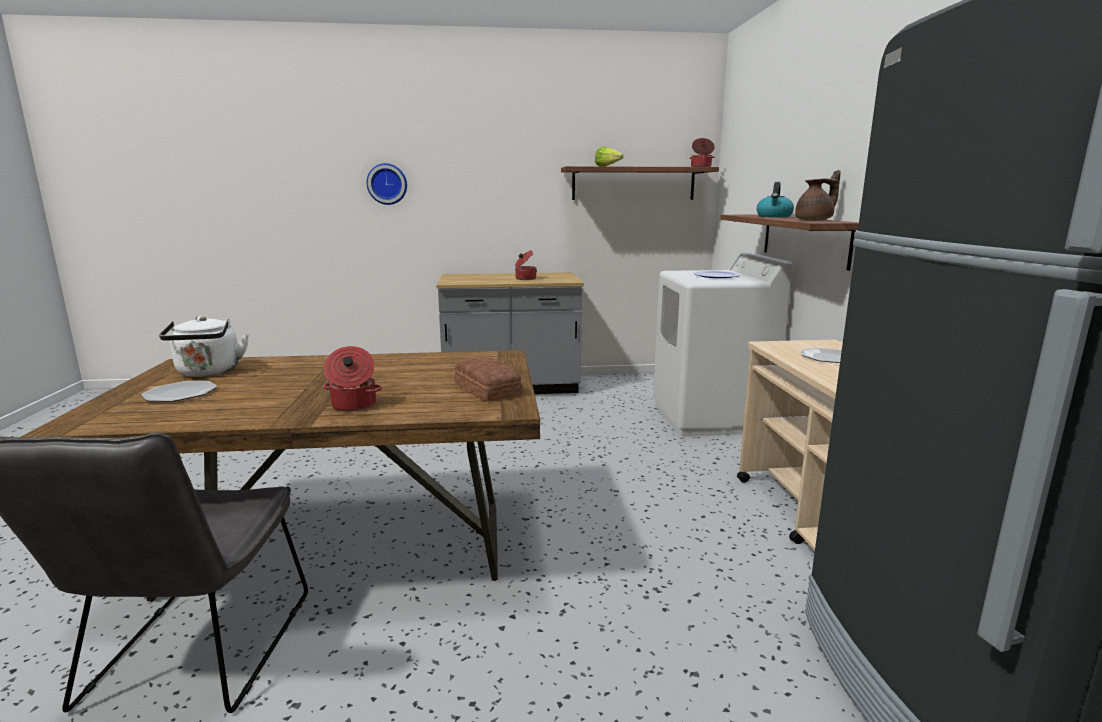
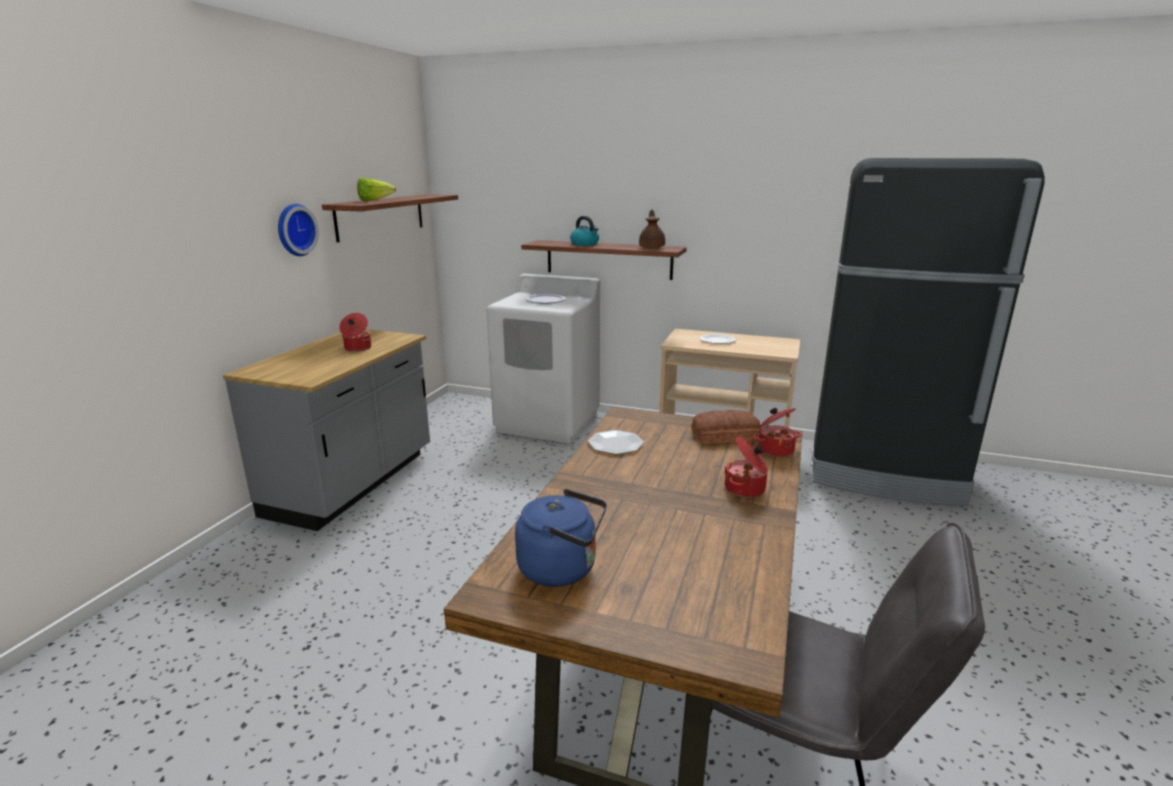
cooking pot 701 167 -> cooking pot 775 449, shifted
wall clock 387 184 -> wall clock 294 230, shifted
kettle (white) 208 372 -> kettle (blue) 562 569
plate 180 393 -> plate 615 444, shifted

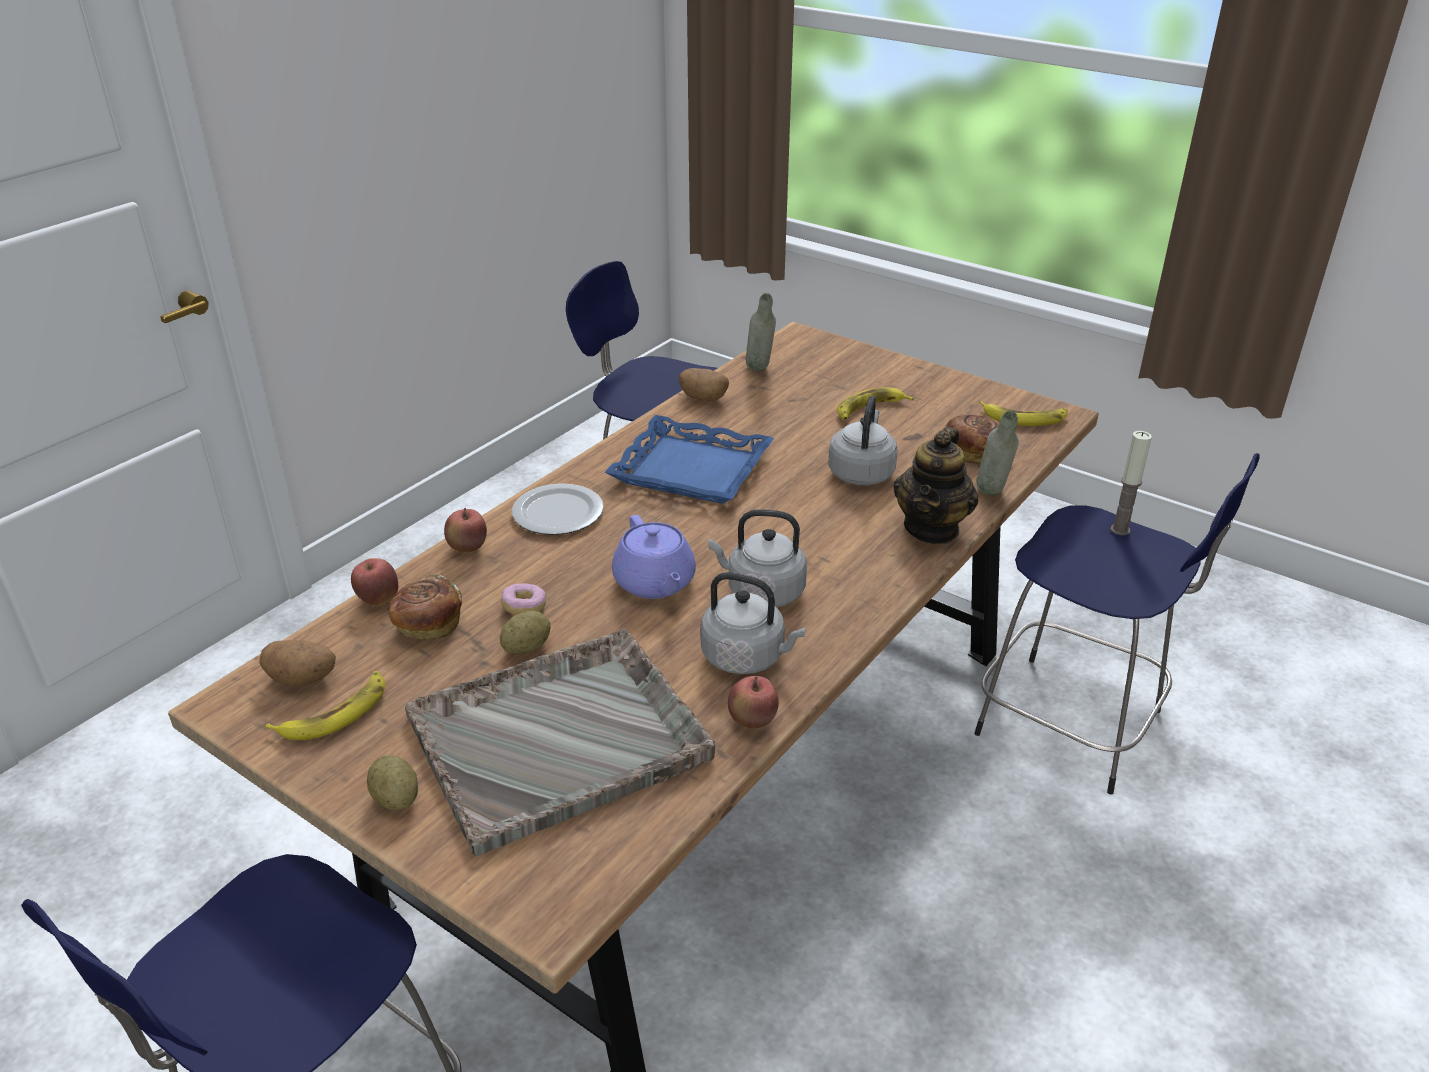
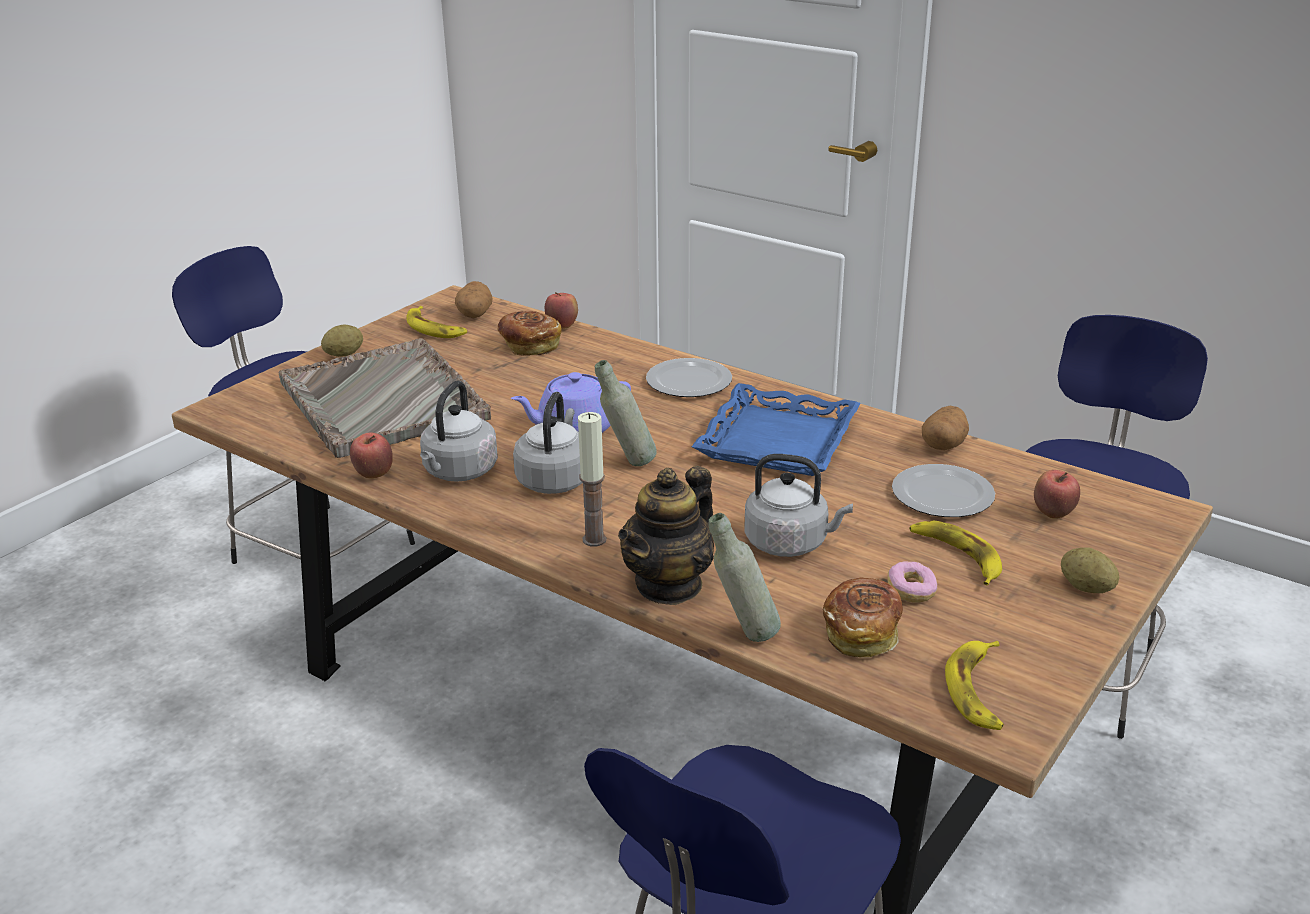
bottle (grey) 760 372 -> bottle (grey) 627 464, shifted
teapot 932 528 -> teapot 669 585, 75 degrees counterclockwise
candle 1120 530 -> candle 594 540, shifted
apple 468 549 -> apple 1052 514, shifted
donut 524 607 -> donut 911 591, shifted
potato 527 648 -> potato 1086 588, shifted
none -> plate 941 496

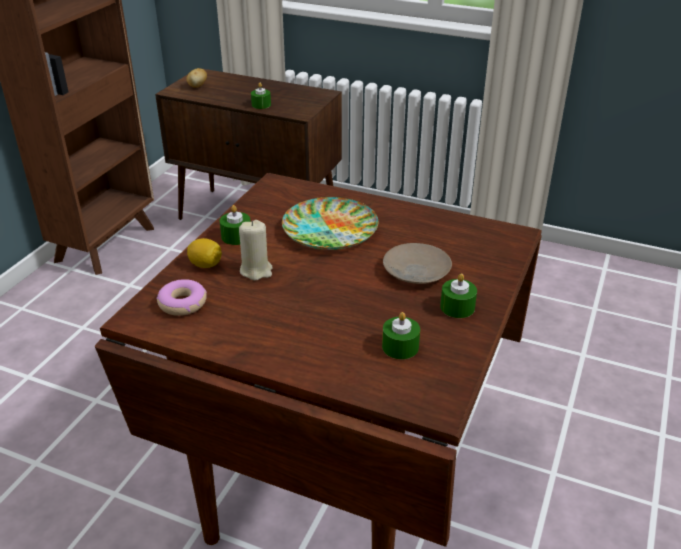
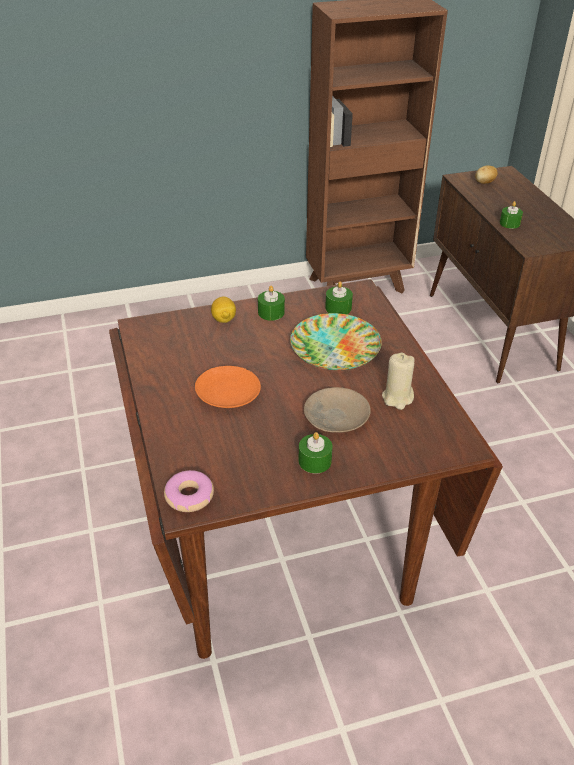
candle (beige) 256 270 -> candle (beige) 397 398, shifted
donut 183 303 -> donut 189 496, shifted
candle (green) 400 347 -> candle (green) 338 308, shifted
none -> plate (orange) 227 393

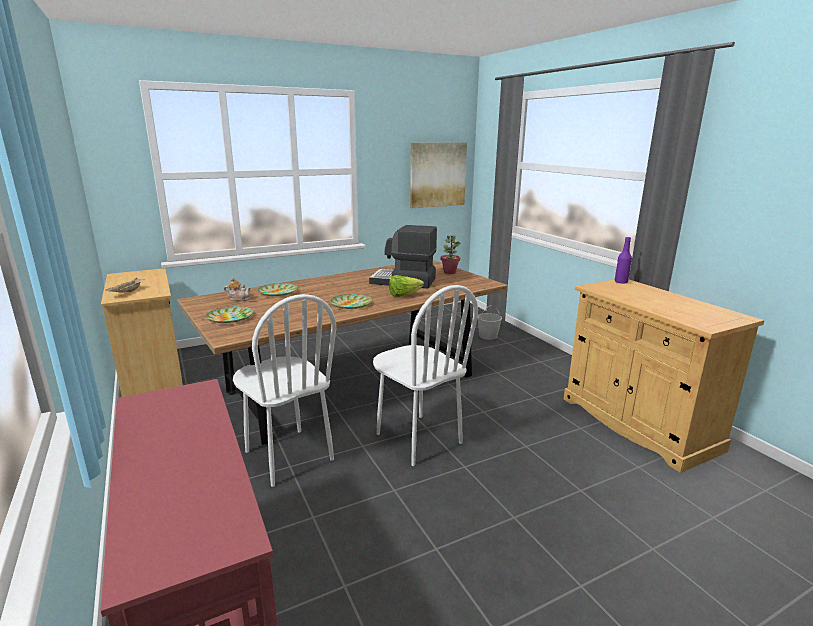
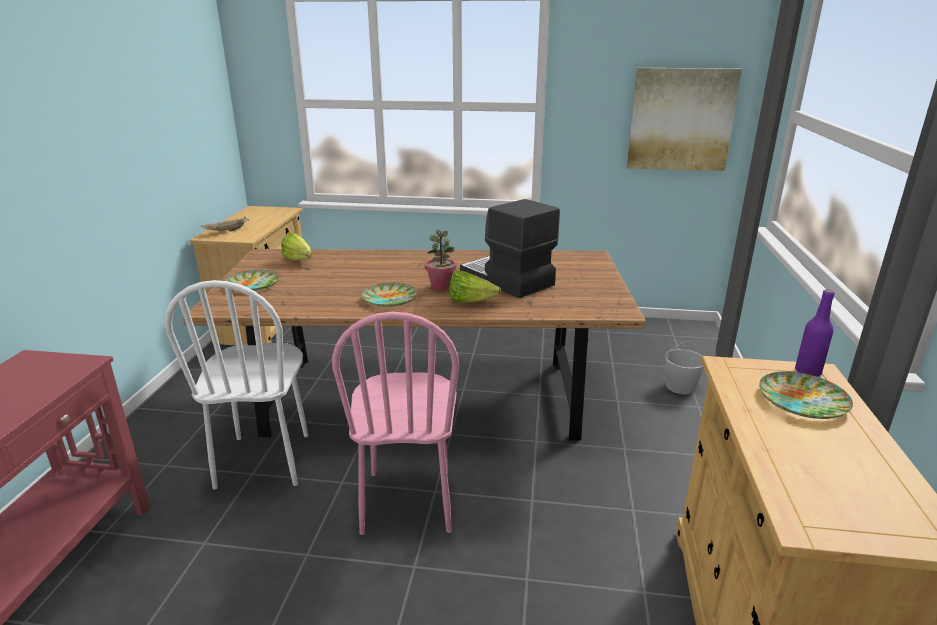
potted plant 449 272 -> potted plant 441 287, shifted
teapot 239 298 -> lettuce 300 261
plate 278 292 -> plate 803 401, shifted
chair (white) 418 439 -> chair (pink) 408 501

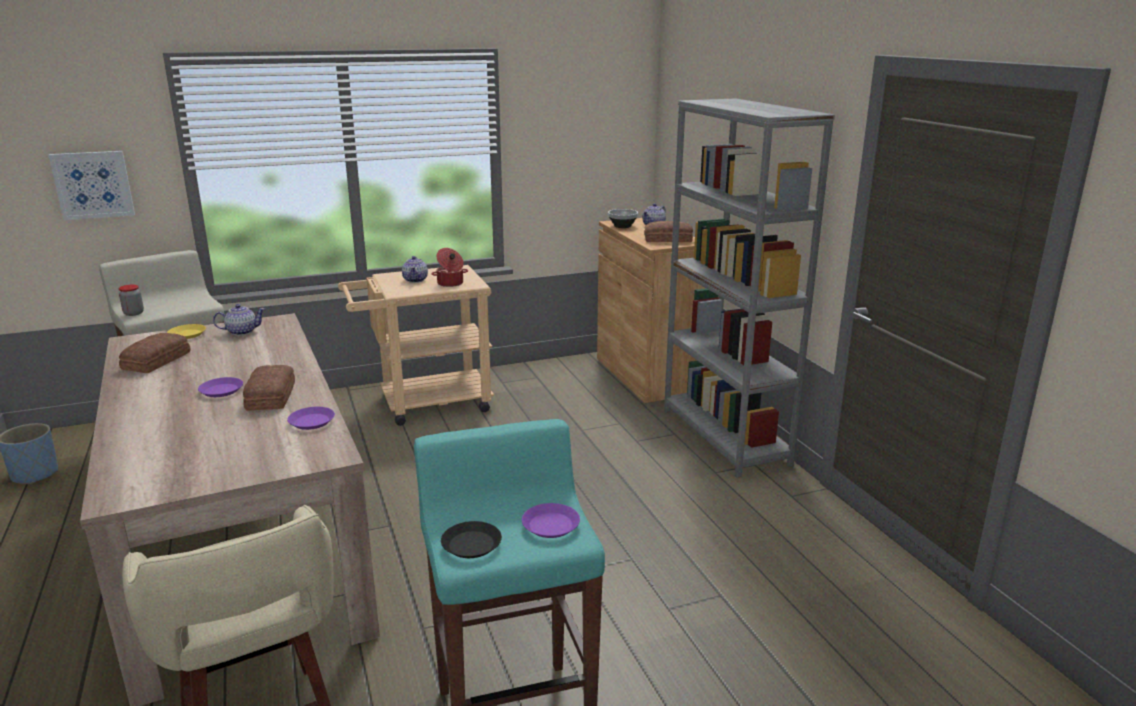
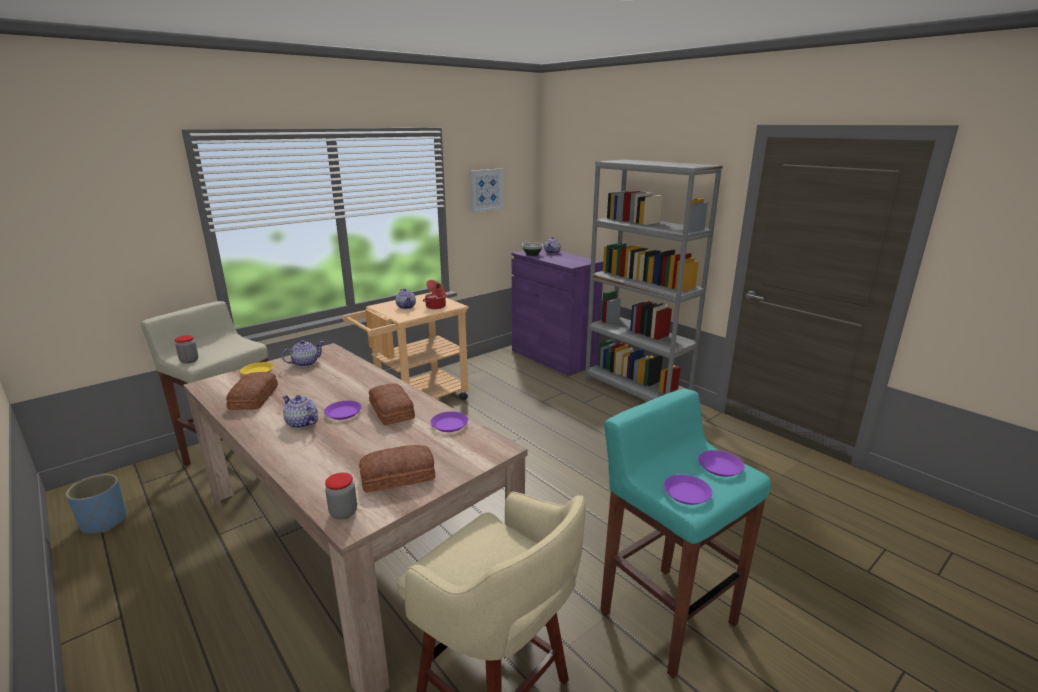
picture 93 185 -> picture 486 190, shifted
cabinet (brown) 646 375 -> cabinet (purple) 553 357
bread 668 239 -> bread 399 476, shifted
plate (black) 471 544 -> plate (purple) 686 493
none -> teapot 302 423
none -> jar 343 512

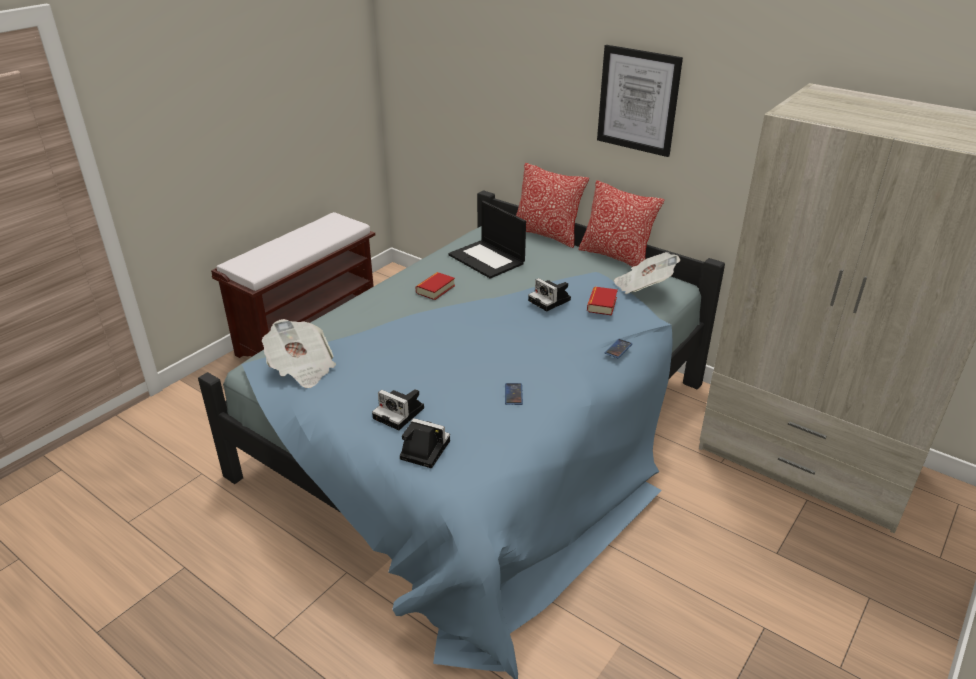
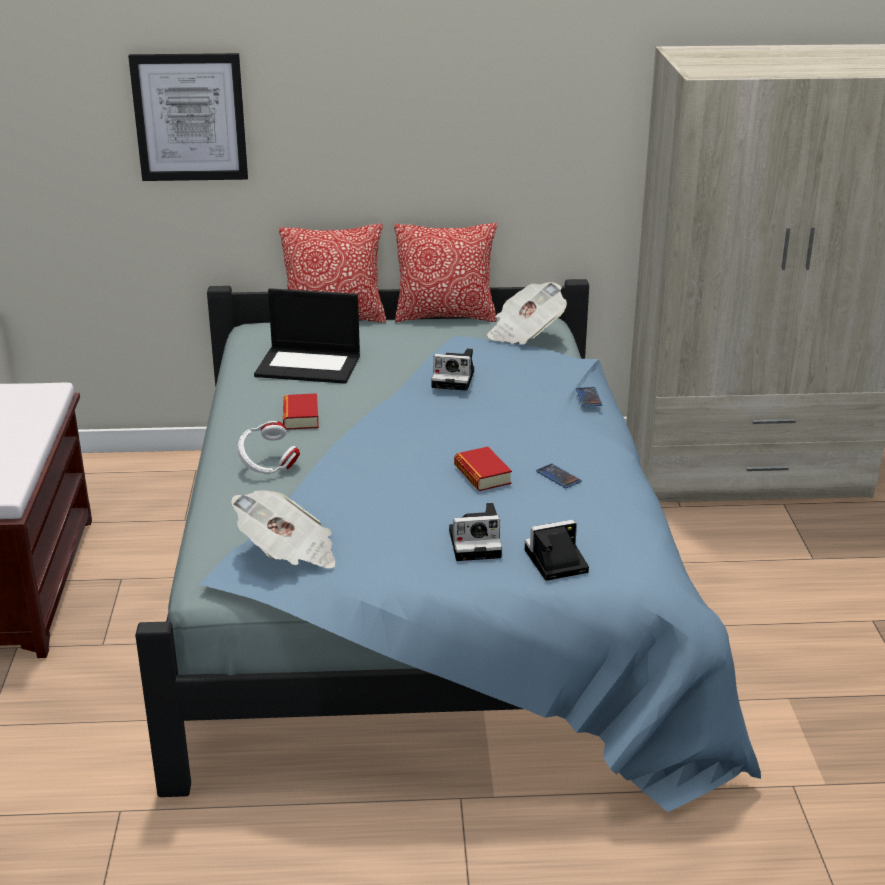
picture 638 100 -> picture 190 117, shifted
book 601 304 -> book 482 475, shifted
none -> headphones (white) 268 467

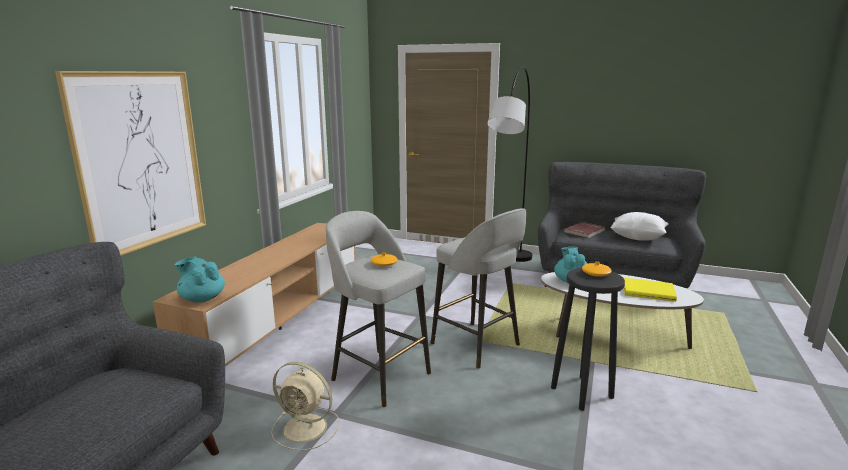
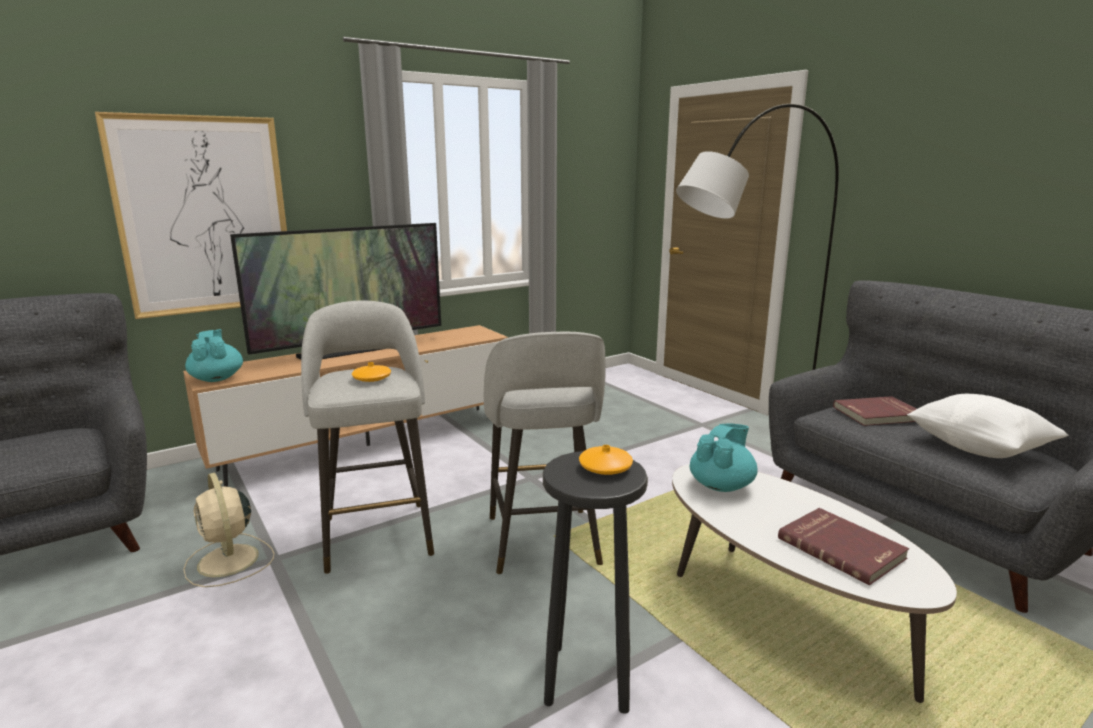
book (yellow) 648 291 -> book (red) 842 547
none -> television 352 351

